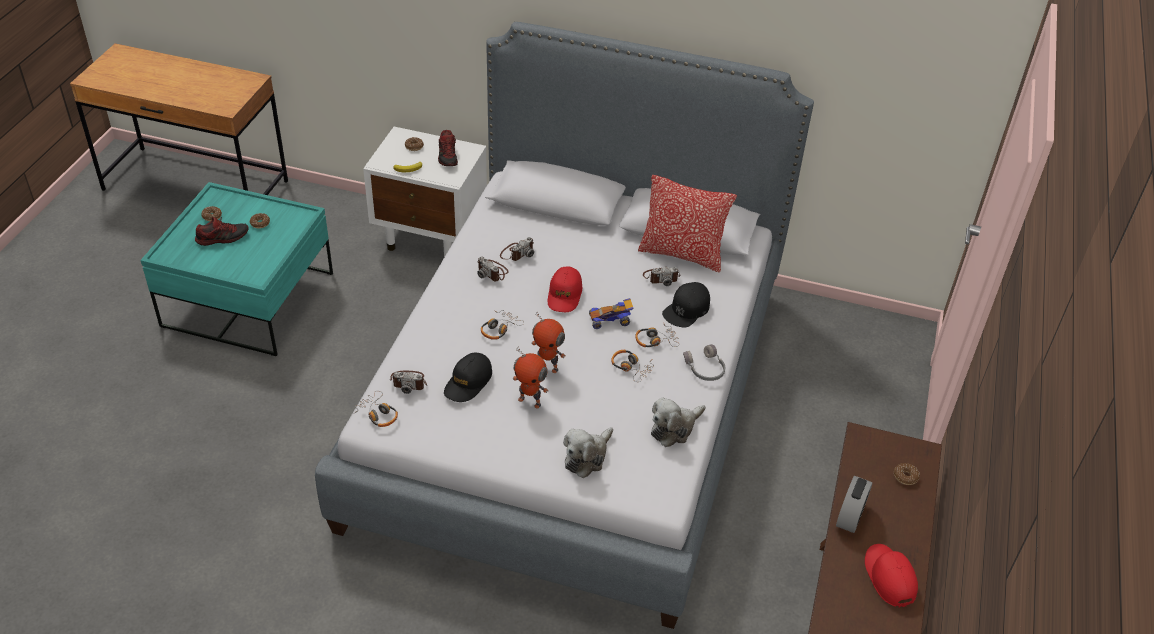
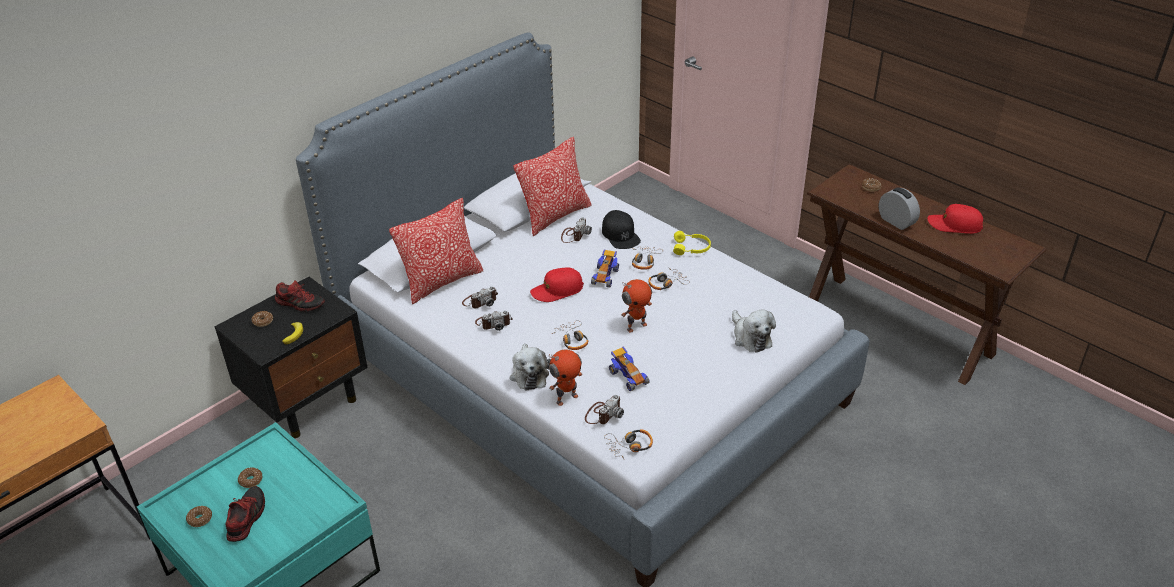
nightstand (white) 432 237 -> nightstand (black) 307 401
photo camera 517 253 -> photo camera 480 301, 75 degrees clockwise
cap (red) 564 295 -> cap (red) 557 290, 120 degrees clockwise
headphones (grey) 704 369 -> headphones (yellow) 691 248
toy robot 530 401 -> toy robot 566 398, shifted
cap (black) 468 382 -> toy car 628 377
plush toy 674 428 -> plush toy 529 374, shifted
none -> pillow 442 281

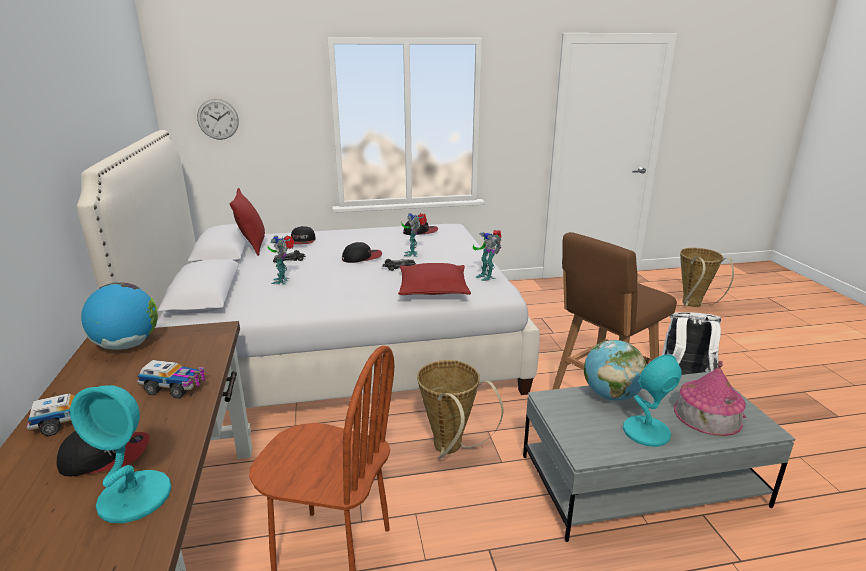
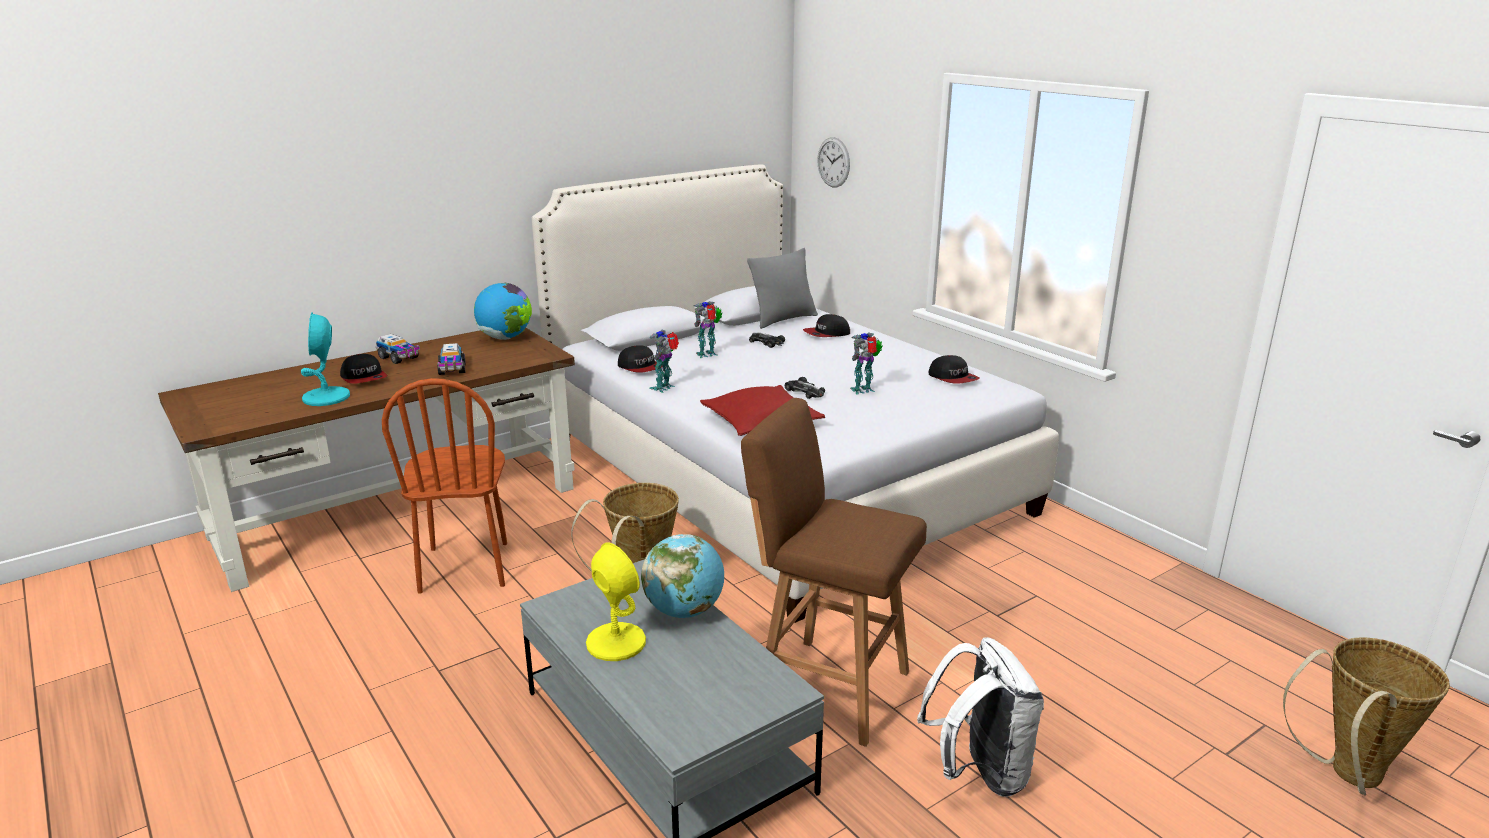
pillow (red) 252 246 -> pillow (grey) 783 319
toy robot 486 276 -> toy robot 664 388, shifted
cap 362 257 -> cap 641 367, shifted
table lamp (turquoise) 646 432 -> table lamp (yellow) 615 643
toy house 707 415 -> none

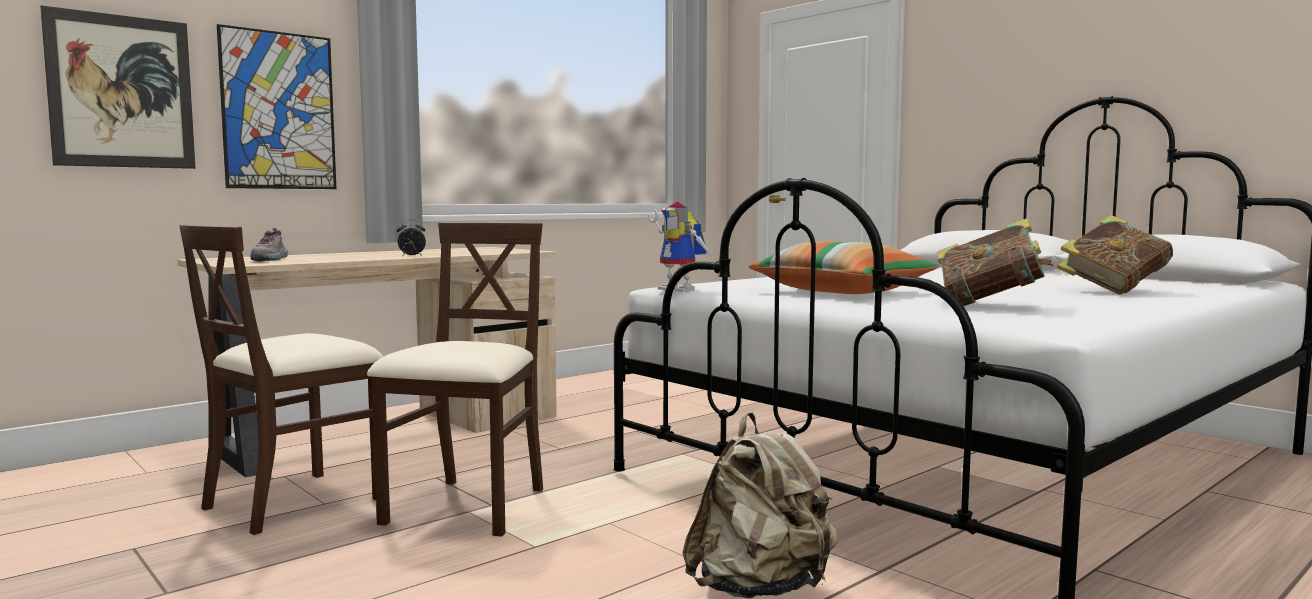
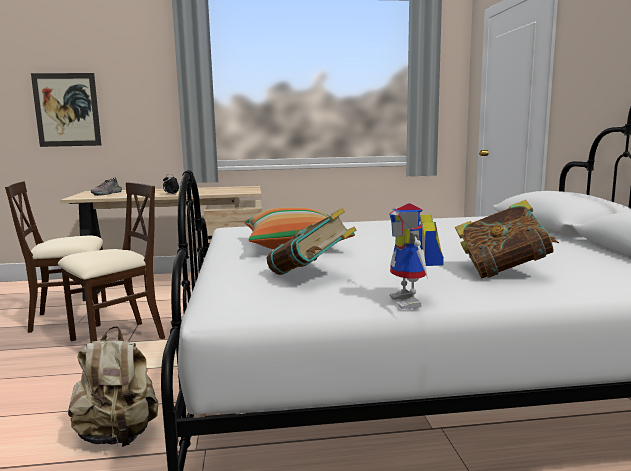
picture 279 111 -> none
toy robot 682 290 -> toy robot 413 302, shifted

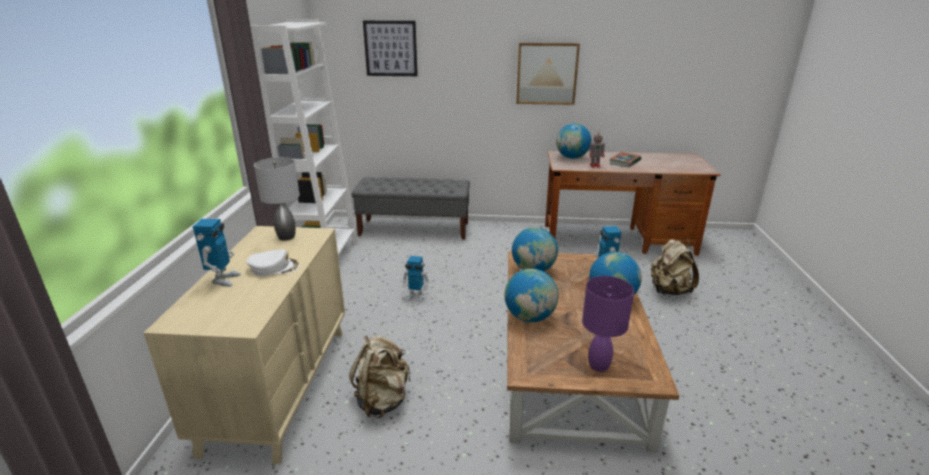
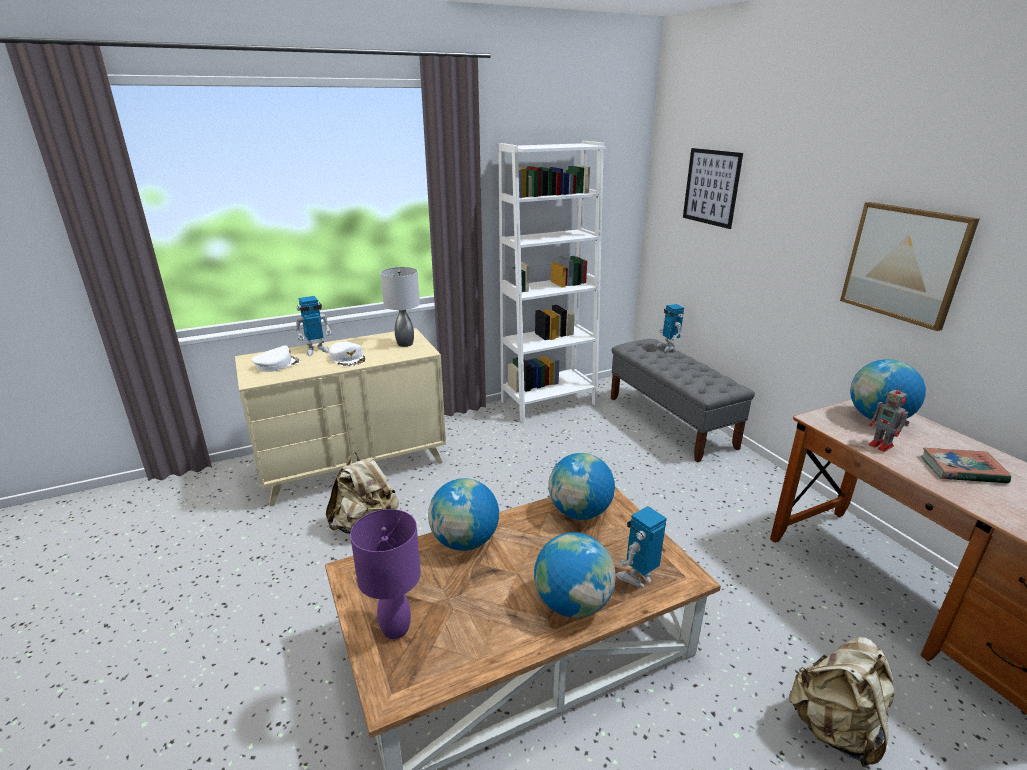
toy robot 416 297 -> toy robot 668 347, shifted
none -> cap (white) 277 364

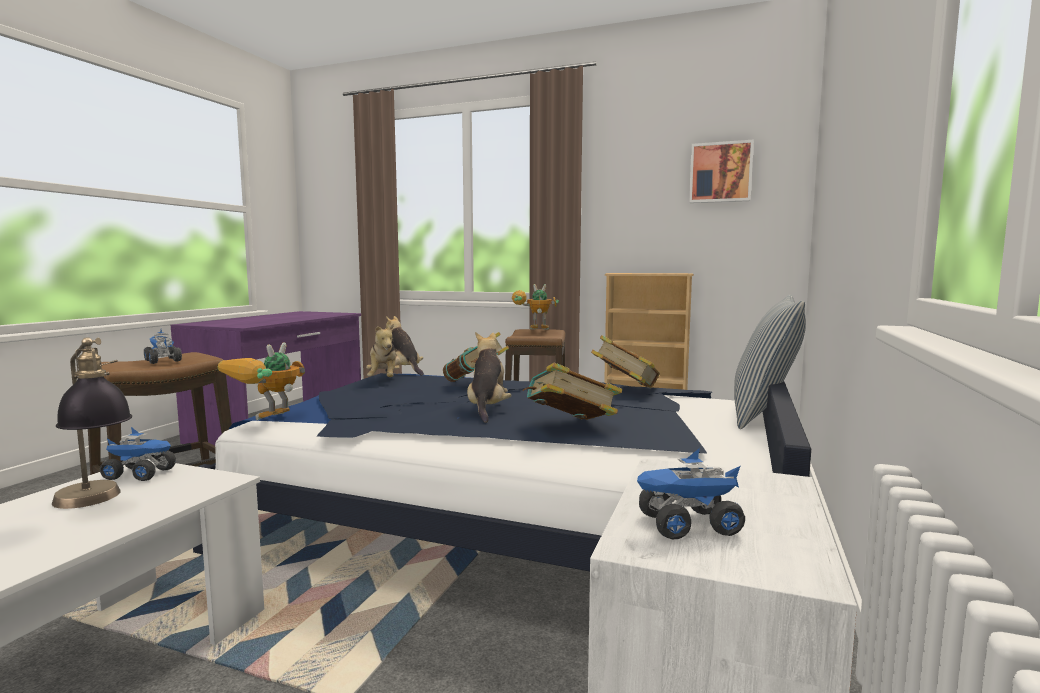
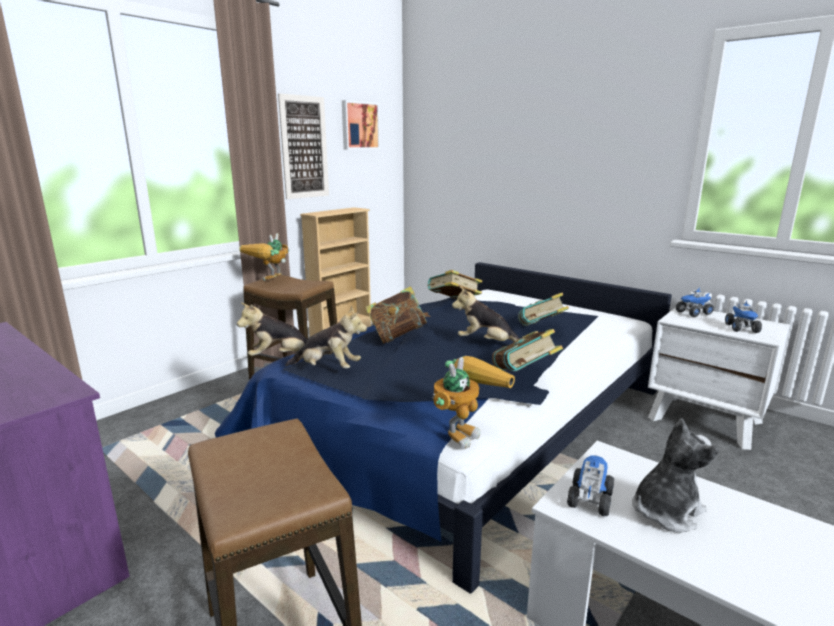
pillow 763 415 -> none
toy truck 162 361 -> toy truck 693 313, shifted
table lamp 95 503 -> plush toy 665 511
toy robot 267 422 -> toy robot 464 431, 105 degrees counterclockwise
none -> picture 304 147
none -> book 524 376

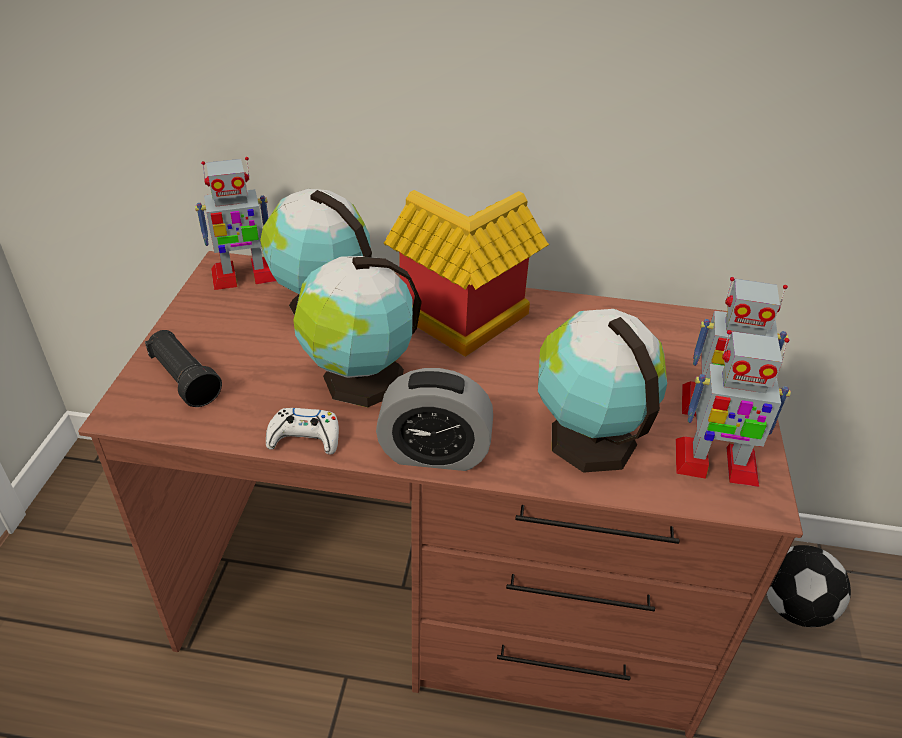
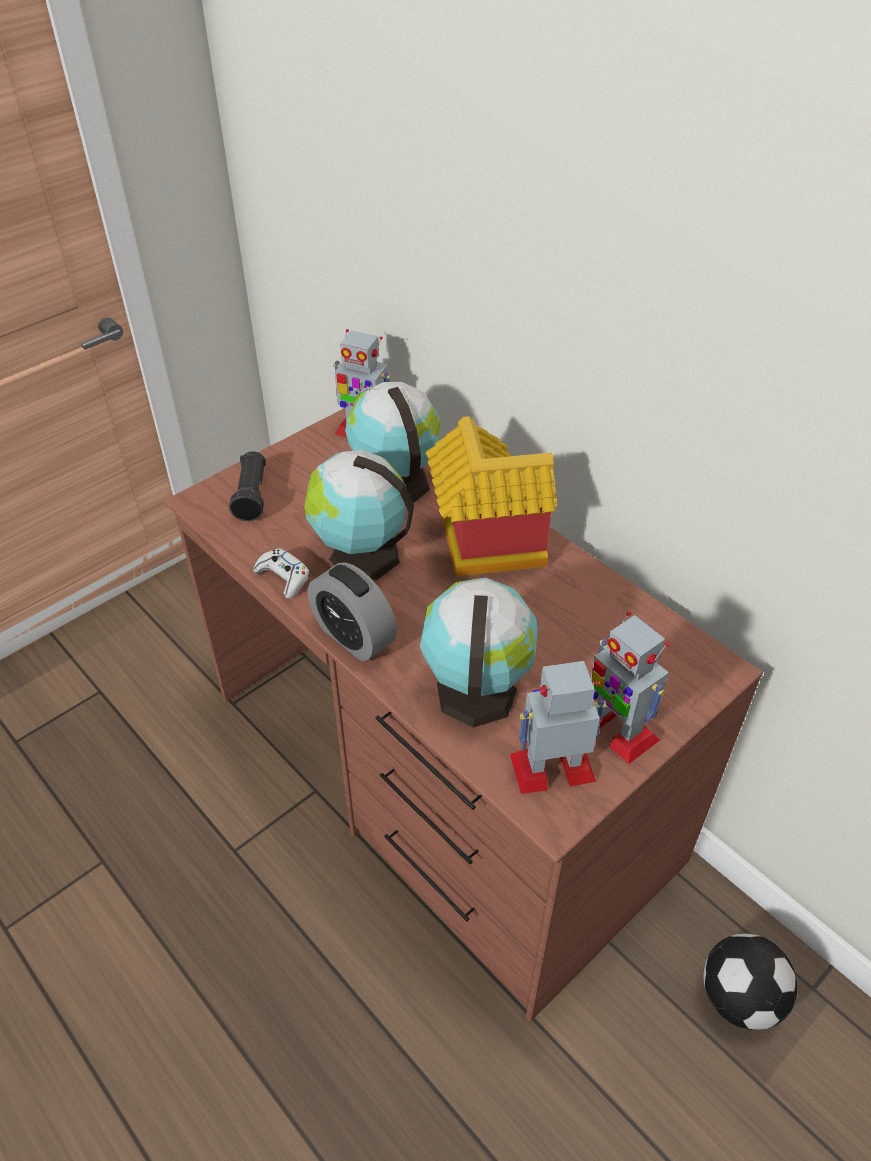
toy robot 714 463 -> toy robot 553 767, 120 degrees clockwise

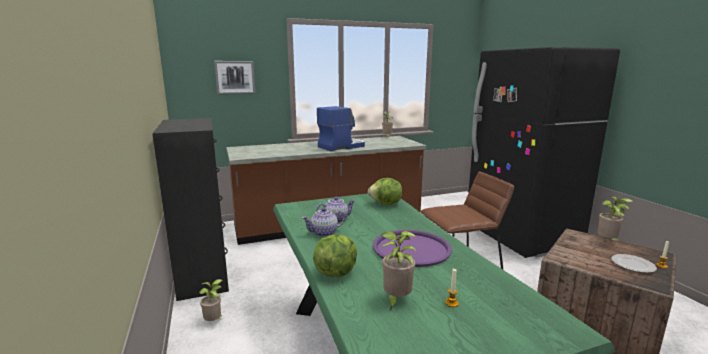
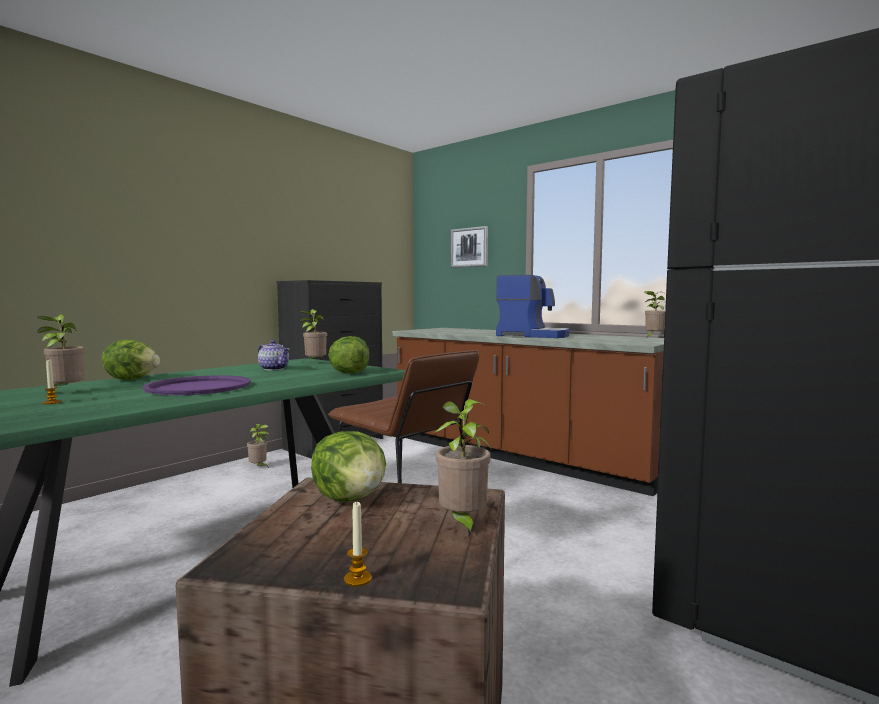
teapot 324 233 -> none
plate 633 265 -> none
none -> potted plant 314 363
none -> lettuce 351 498

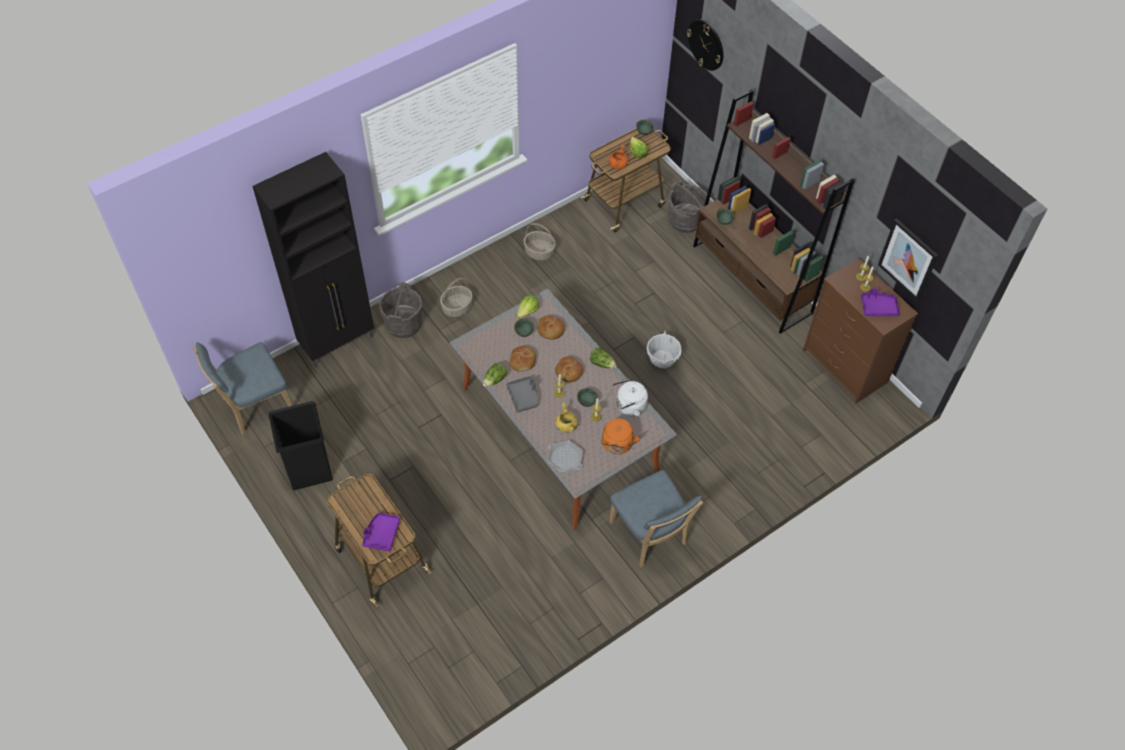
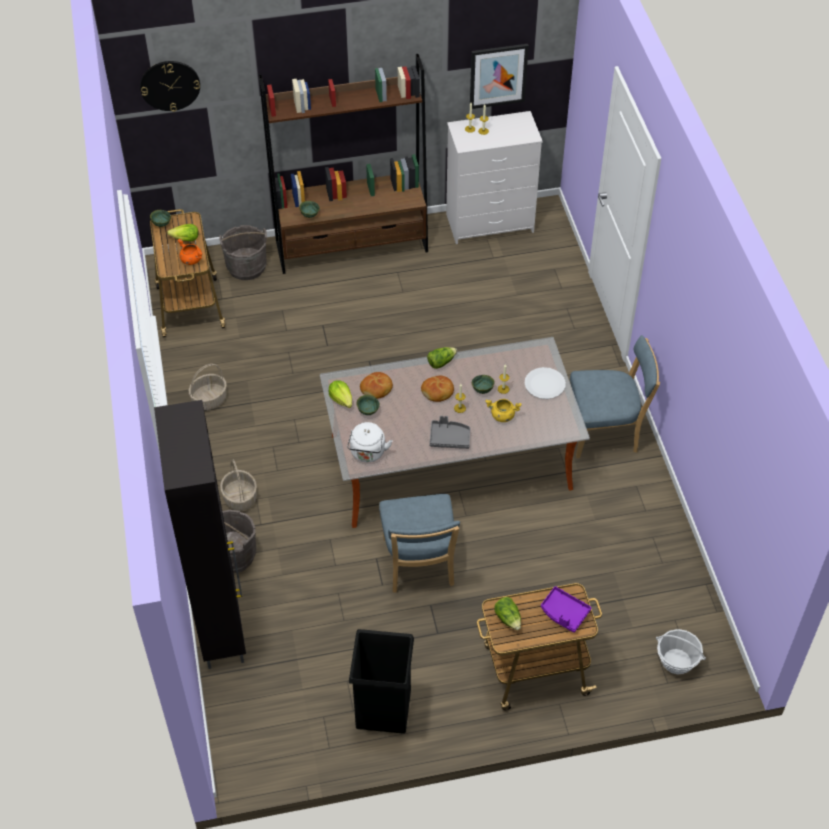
dresser (brown) 845 366 -> dresser (white) 490 223
tray (purple) 878 307 -> none
basket 662 359 -> basket 676 661, shifted
chair (blue) 254 406 -> chair (blue) 419 565, shifted
bread 523 361 -> none
lettuce 494 380 -> lettuce 508 618, shifted
kettle (white) 629 406 -> kettle (white) 368 453, shifted
kettle (orange) 617 445 -> plate (white) 545 384
frying pan 565 458 -> none

